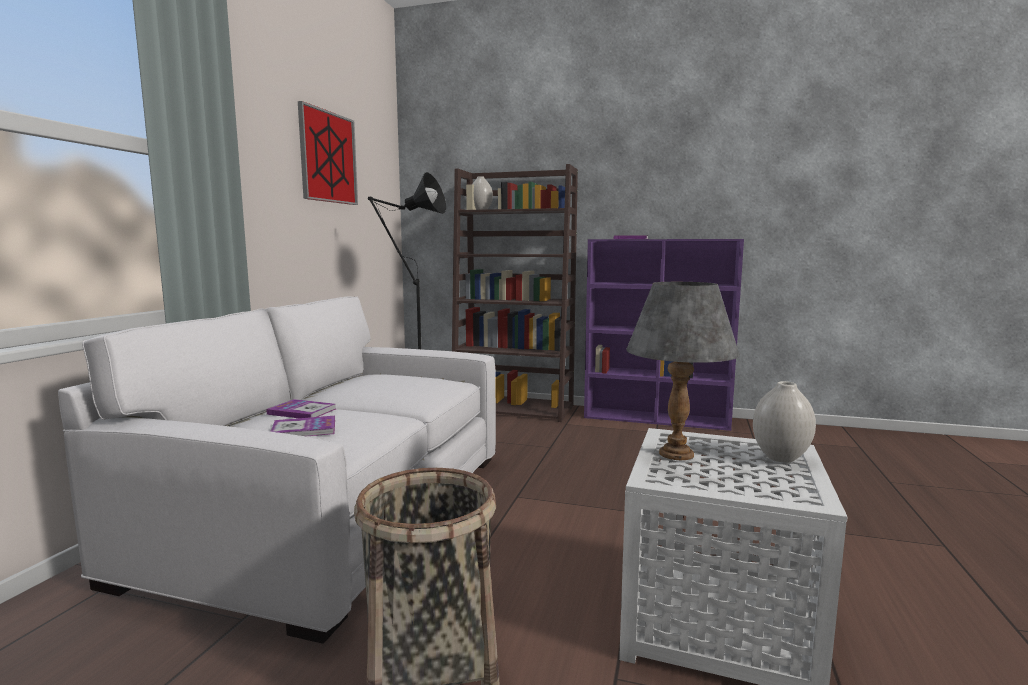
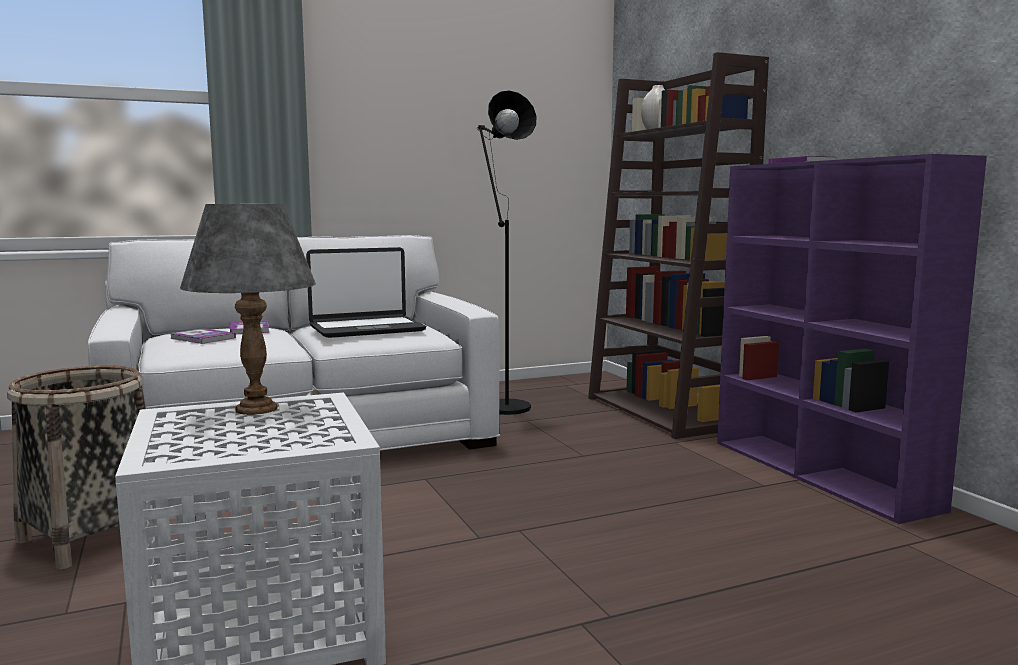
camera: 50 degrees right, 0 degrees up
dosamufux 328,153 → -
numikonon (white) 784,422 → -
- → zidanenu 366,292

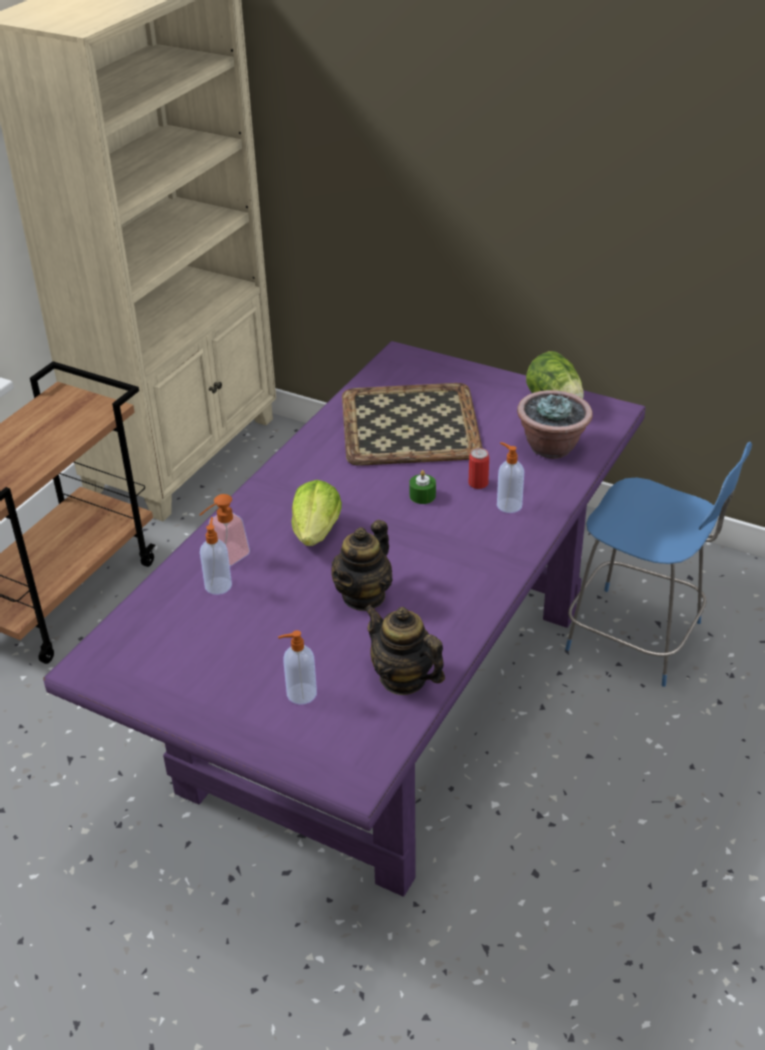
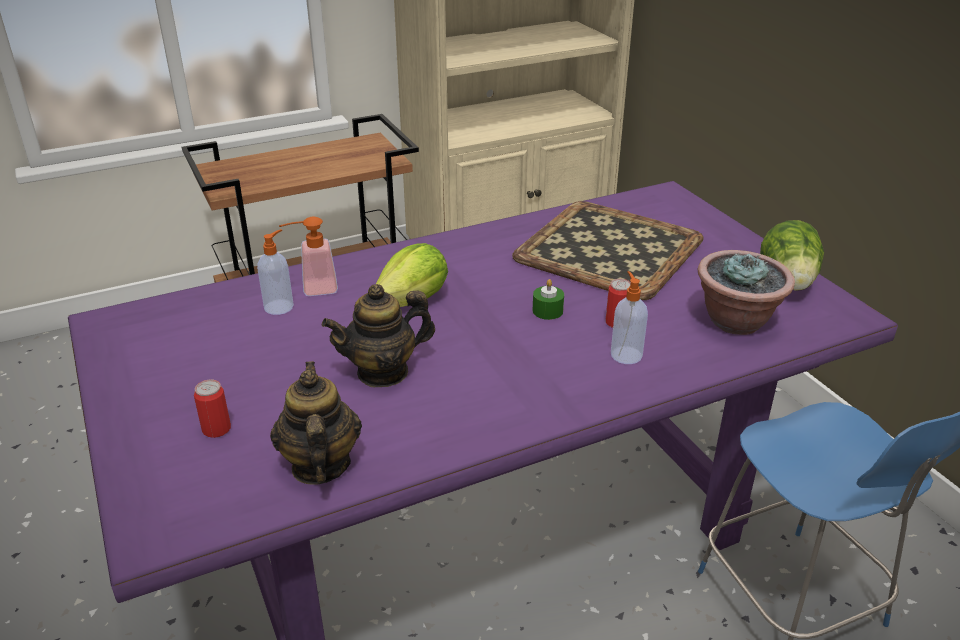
camera: 35 degrees right, 5 degrees down
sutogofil 297,667 → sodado 212,409

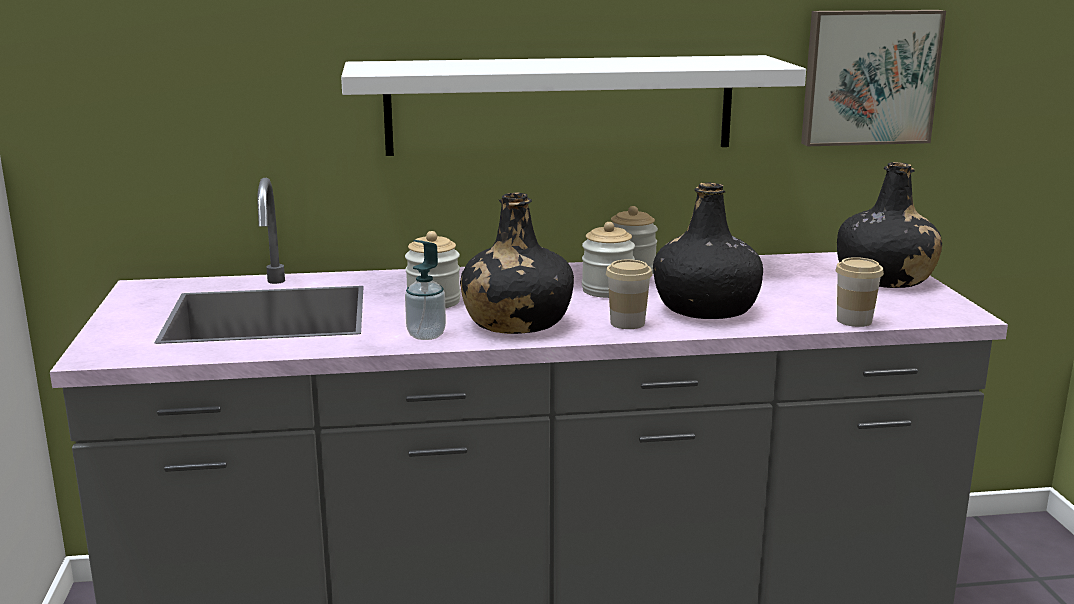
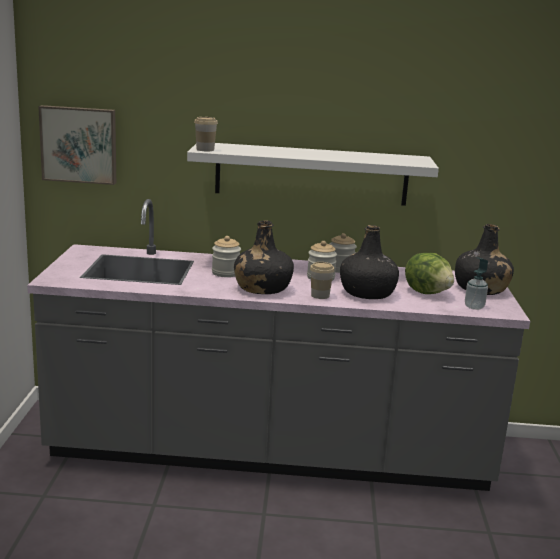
camera: 10 degrees right, 0 degrees up
- → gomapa 429,273
sutogofil 425,290 → sutogofil 476,283, move
dosamufux 873,78 → dosamufux 77,145, move
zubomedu 860,292 → zubomedu 206,134, move

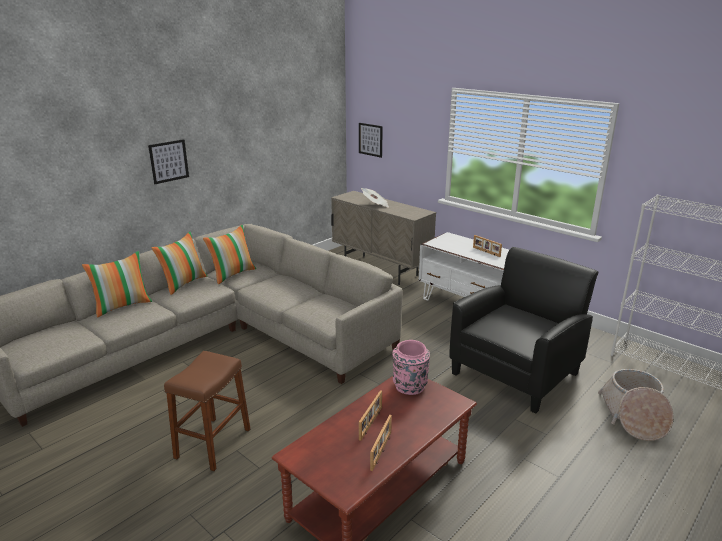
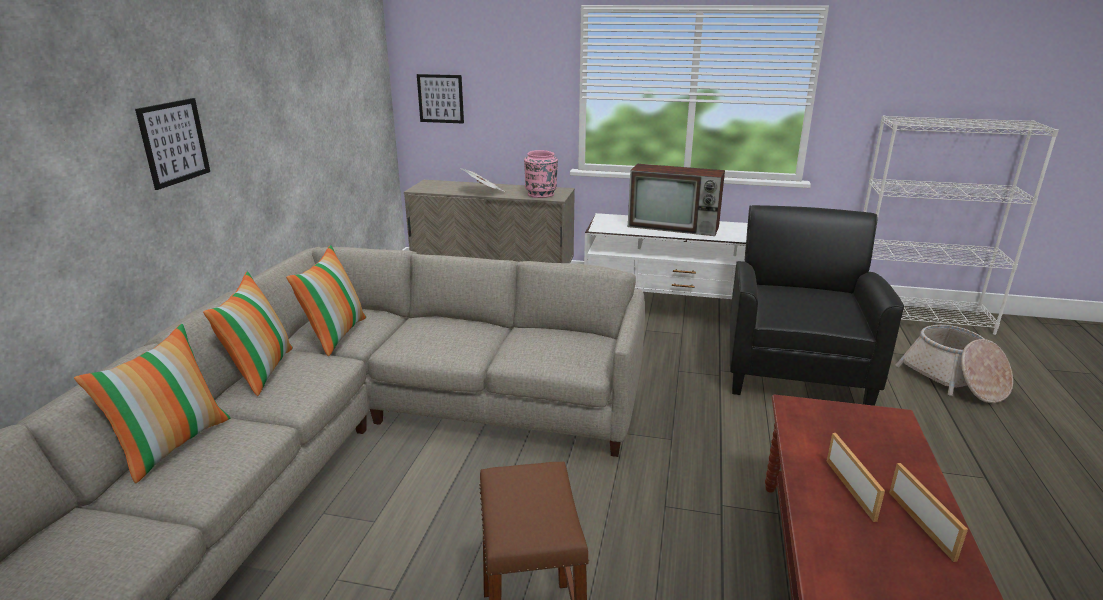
camera: 30 degrees left, 0 degrees up
numikonon (pink) 411,367 → numikonon (pink) 541,174, move
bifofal 487,246 → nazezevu 676,200

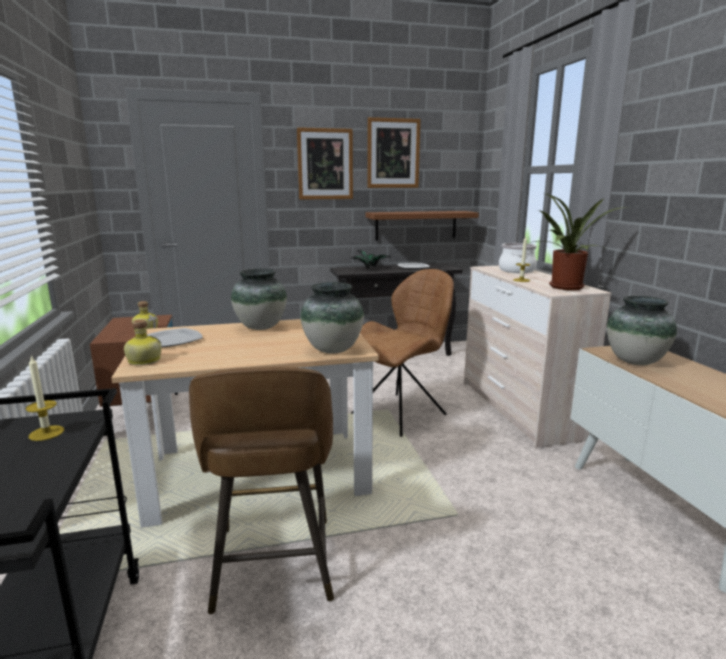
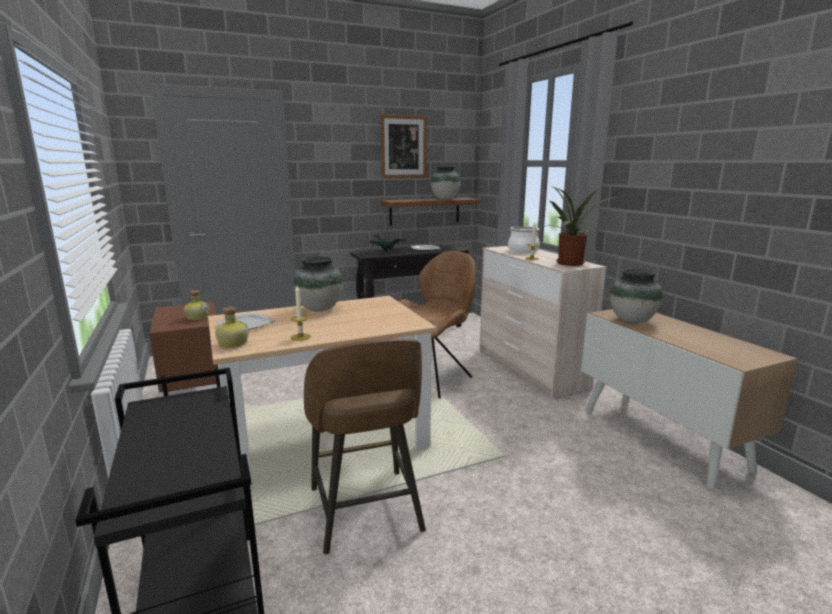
camera: 10 degrees left, 0 degrees up
dosamufux 325,163 → -
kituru 45,398 → kituru 301,313, move
numikonon 332,318 → numikonon 445,183, move

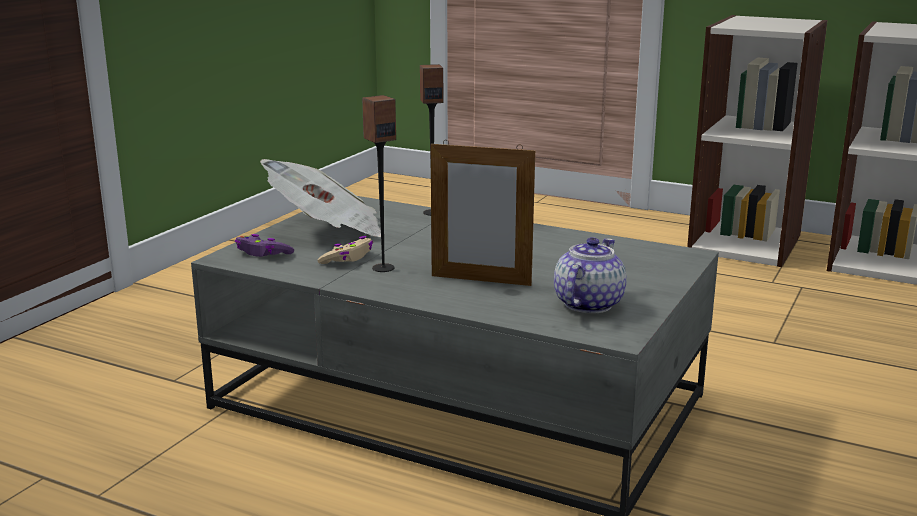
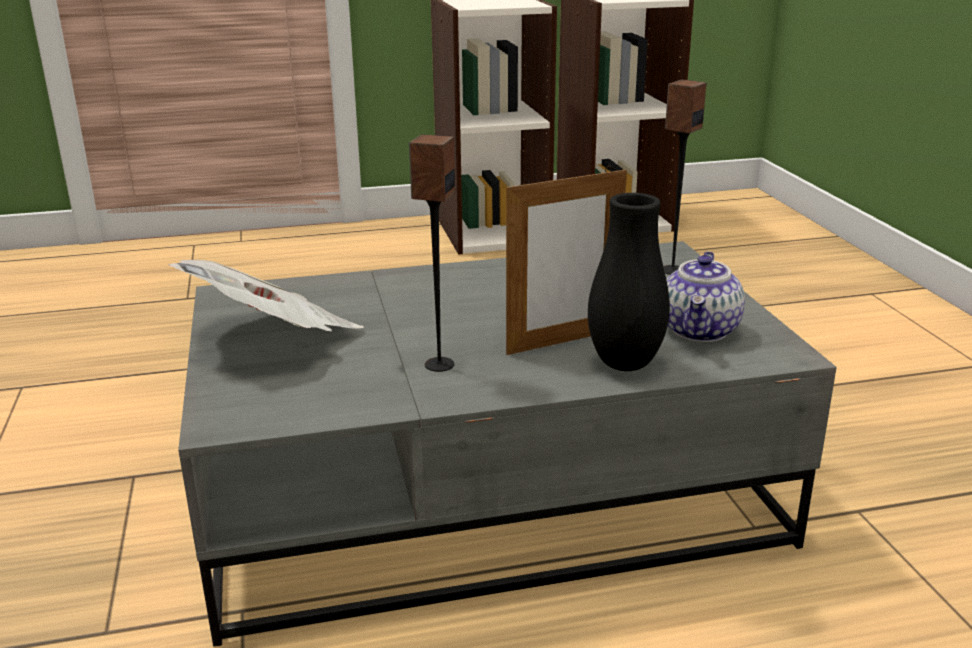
camera: 40 degrees left, 5 degrees up
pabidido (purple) 264,245 → -
pabidido (beige) 345,250 → -
- → numikonon (black) 629,282
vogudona 431,140 → vogudona 684,177, move
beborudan 590,275 → beborudan 705,296, 150 degrees counterclockwise

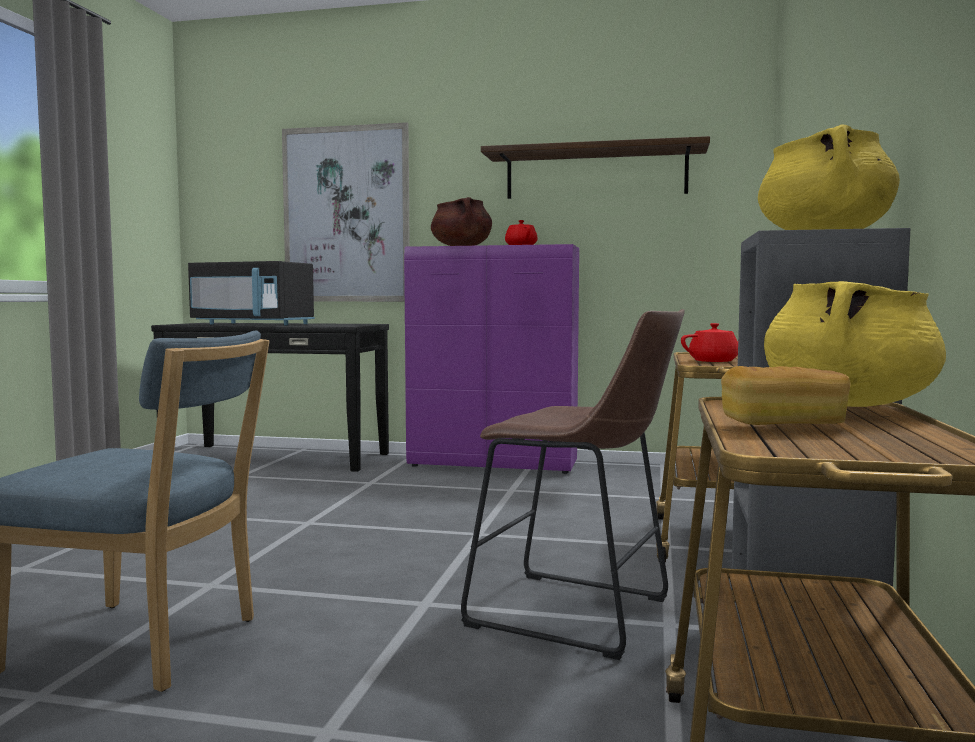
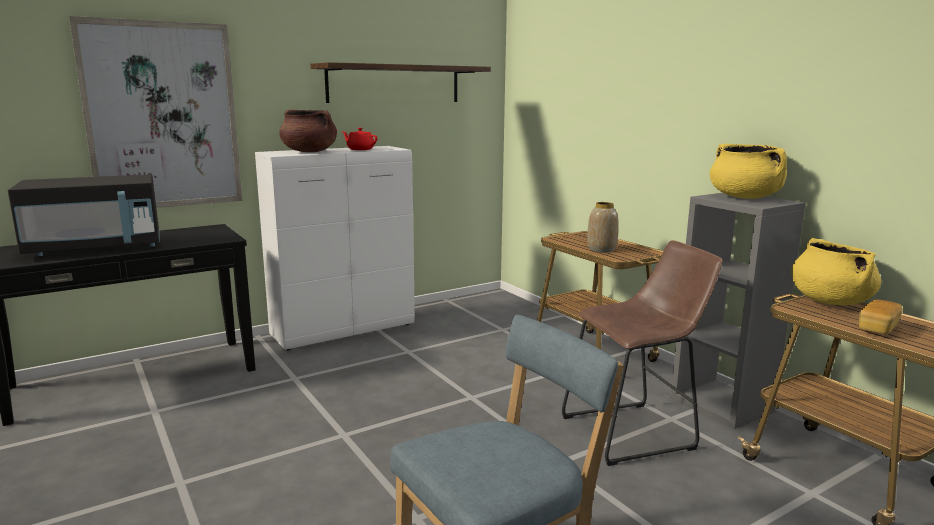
camera: 45 degrees left, 10 degrees up
beborudan (red) 709,342 → numikonon 603,227
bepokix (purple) 491,359 → bepokix (white) 335,248

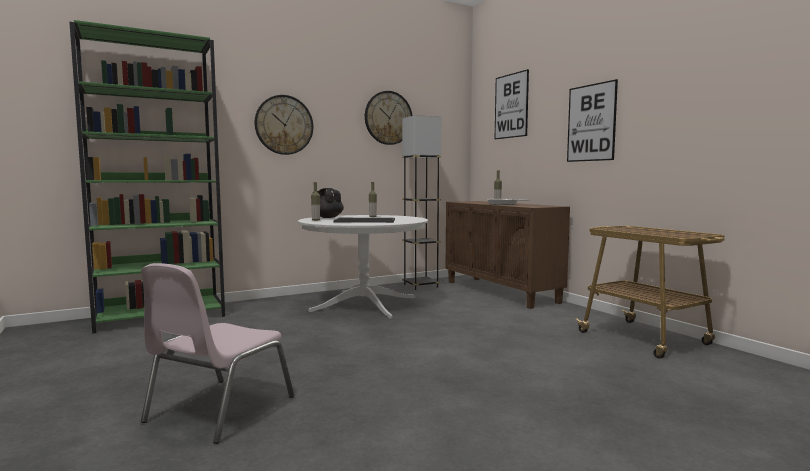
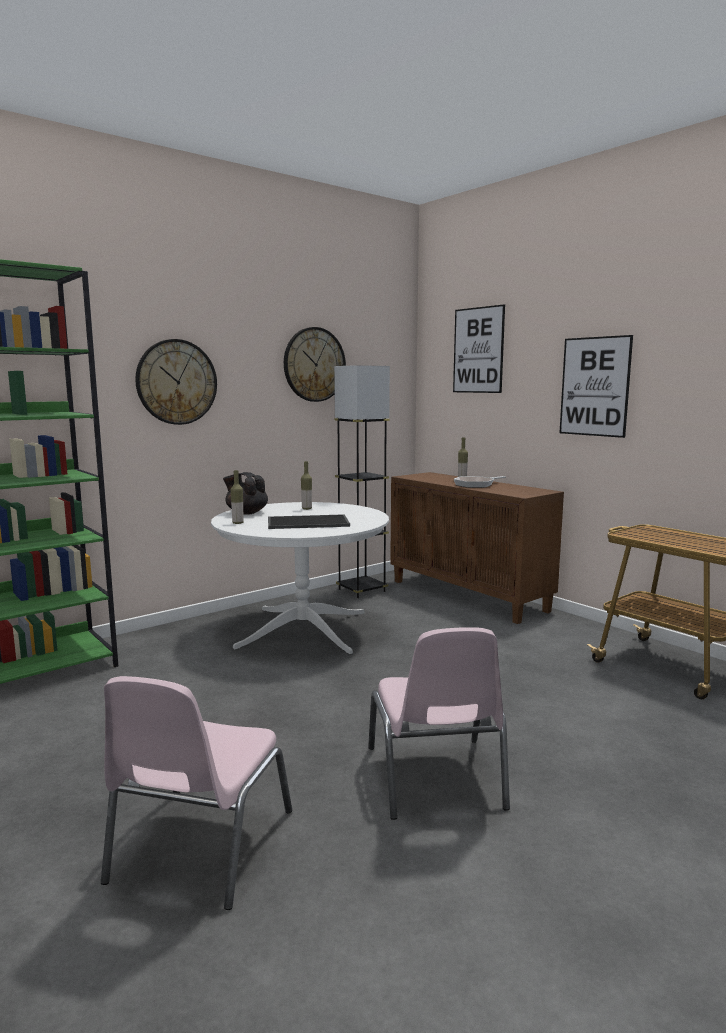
camera: 10 degrees left, 5 degrees up
- → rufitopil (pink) 439,723

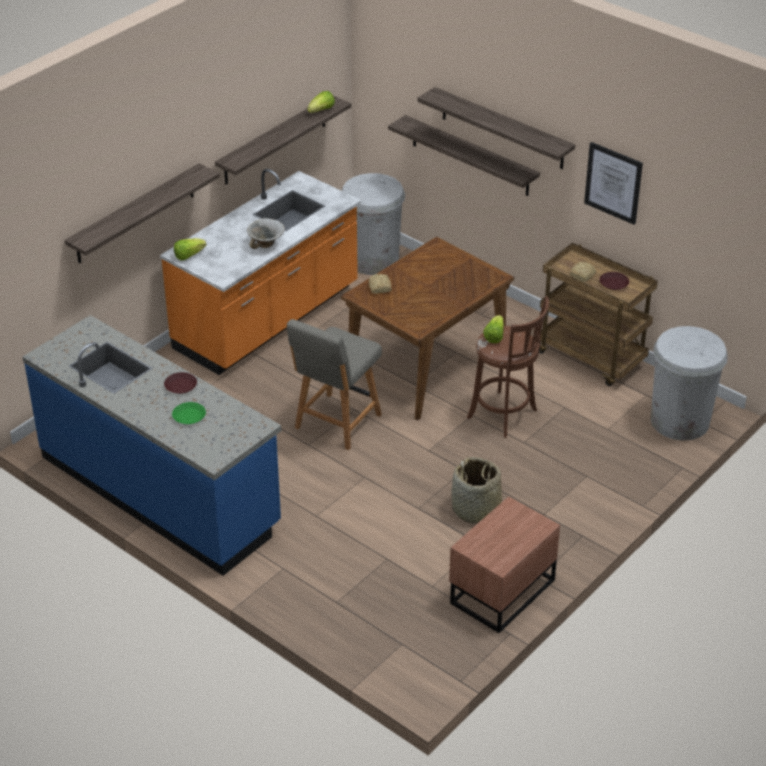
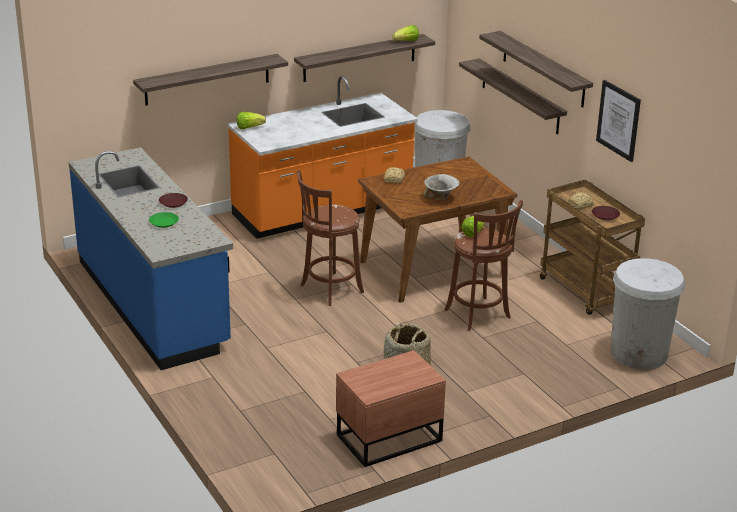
camera: 20 degrees right, 10 degrees down
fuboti 266,233 → fuboti 442,187, move
rufitopil (grey) 334,384 → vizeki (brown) 330,238

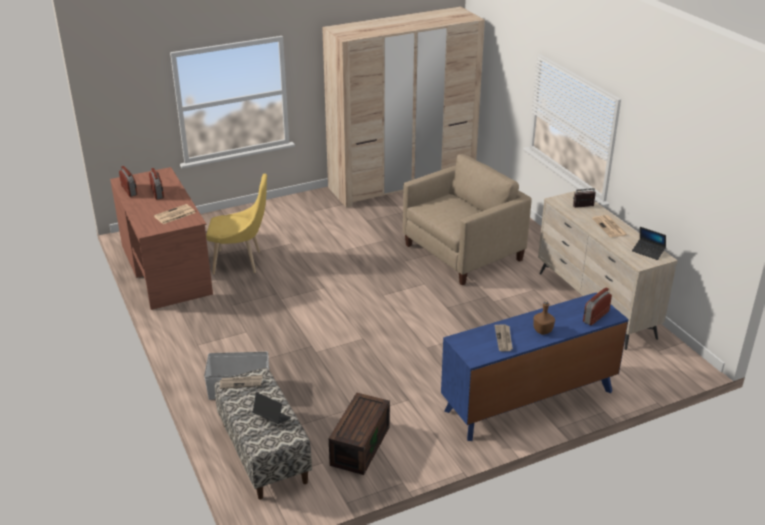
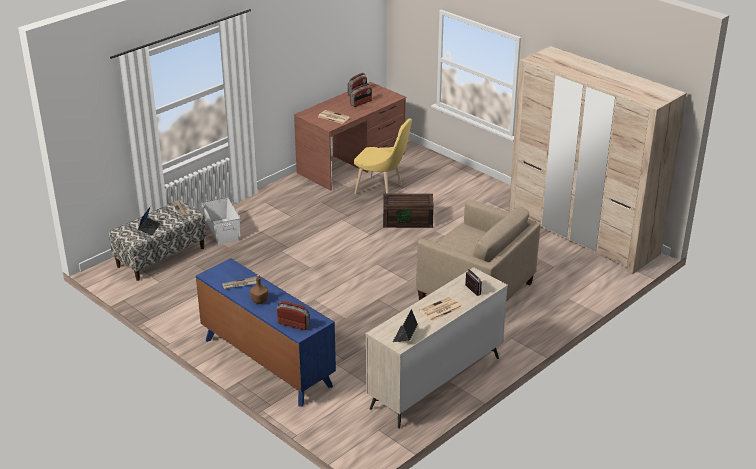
camera: 70 degrees right, 0 degrees up
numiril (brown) 359,434 → numiril (brown) 408,211, move
rufitopil (yellow) 236,224 → rufitopil (yellow) 383,156, 45 degrees counterclockwise

